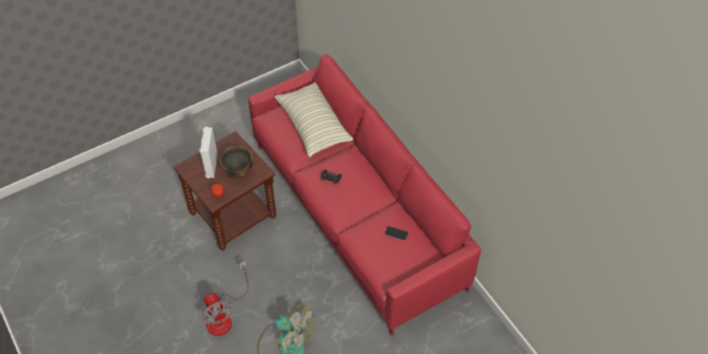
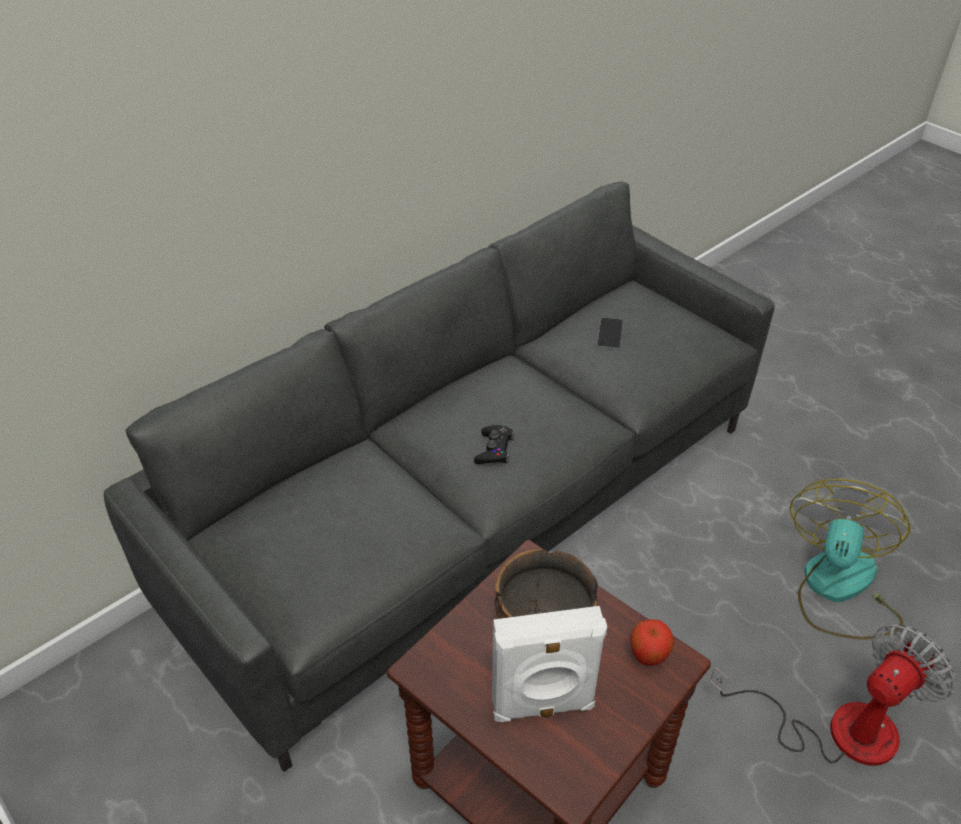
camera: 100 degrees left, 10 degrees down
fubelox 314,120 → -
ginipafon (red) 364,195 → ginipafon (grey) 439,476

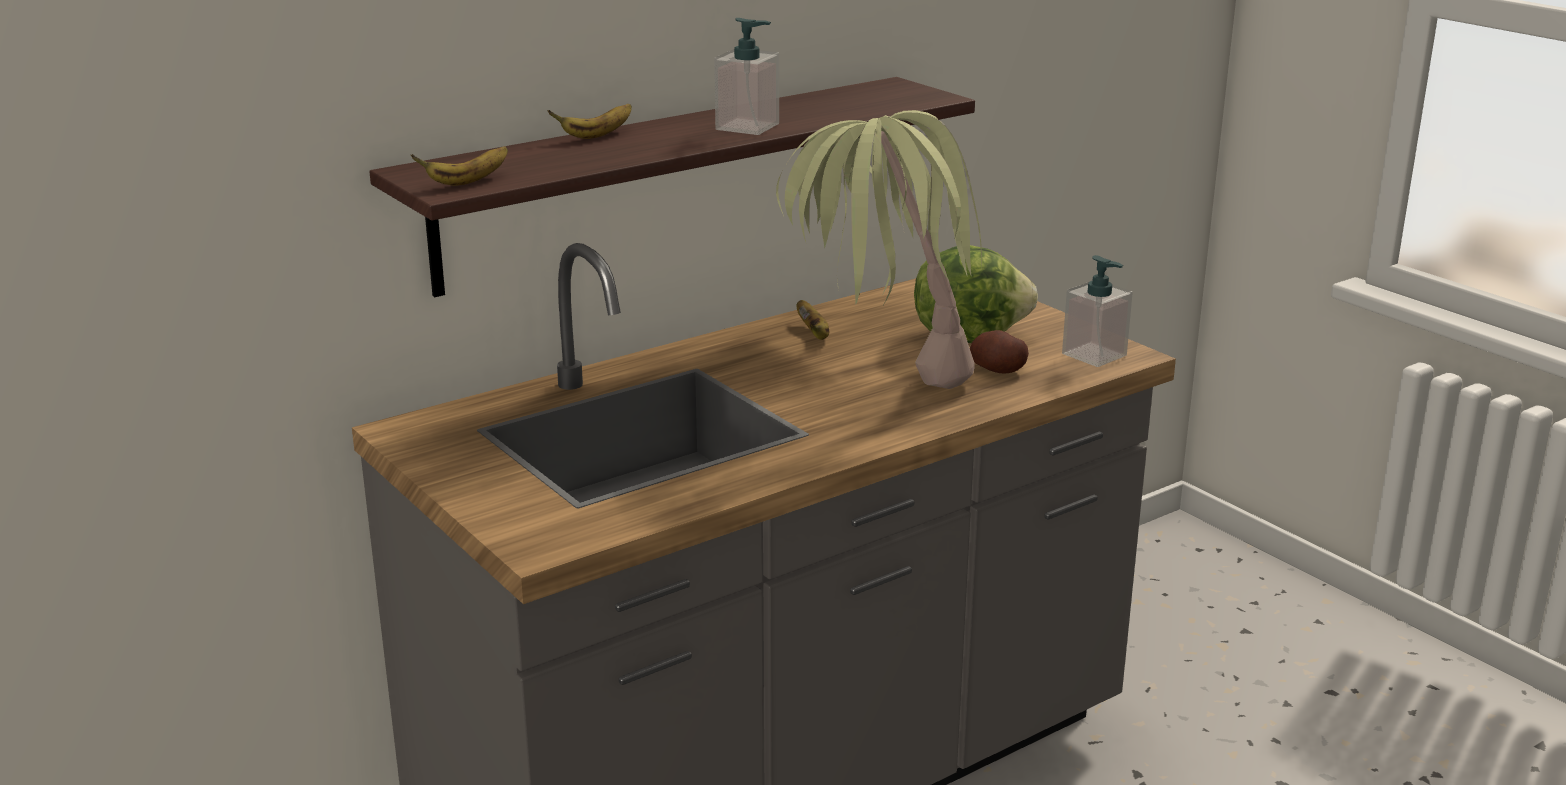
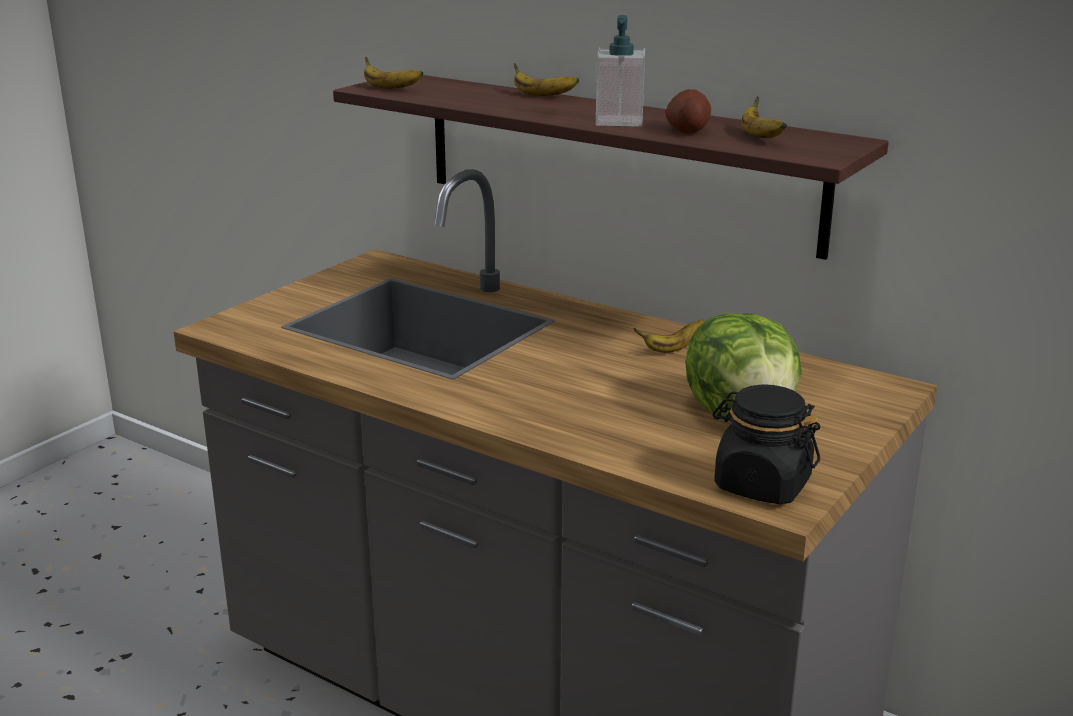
camera: 70 degrees right, 0 degrees up
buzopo 879,249 → -
- → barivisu 764,117
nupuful 999,352 → nupuful 688,111, move
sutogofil 1097,311 → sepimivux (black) 766,444

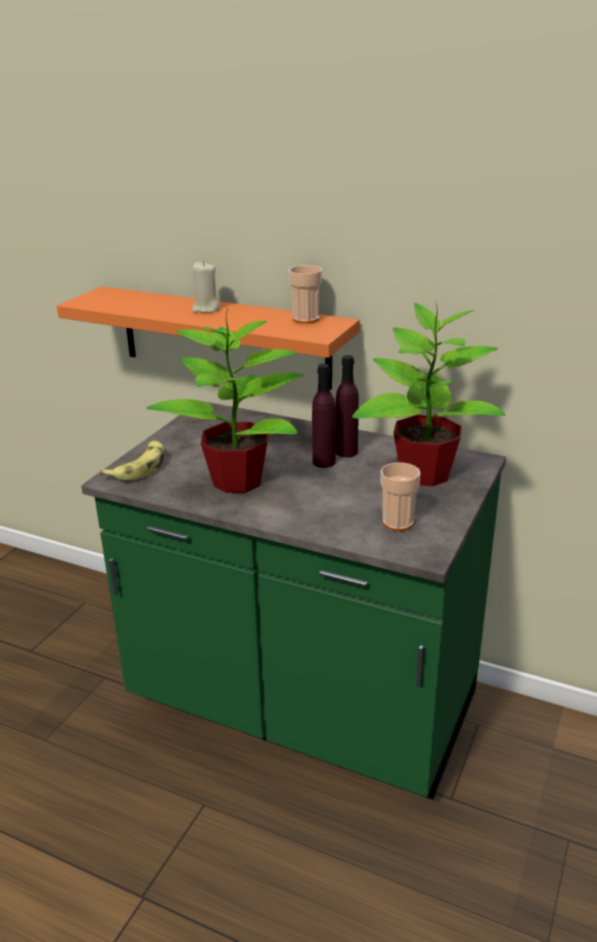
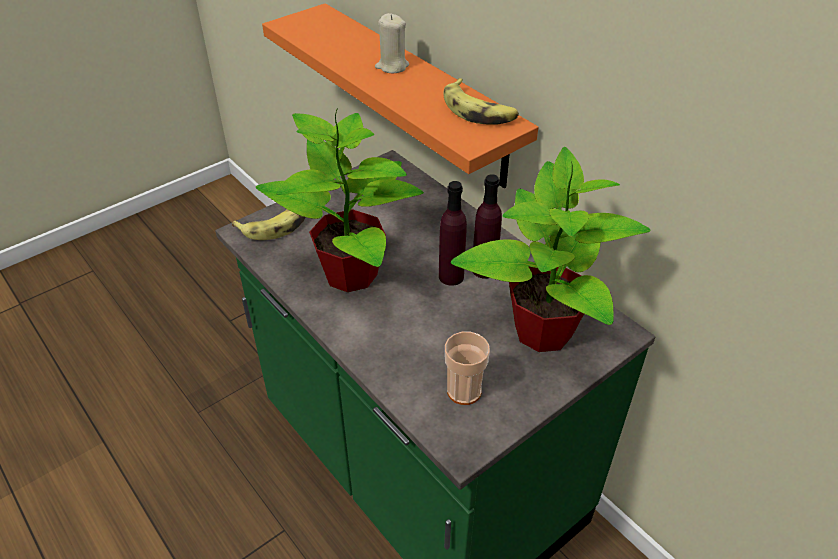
camera: 25 degrees right, 15 degrees up
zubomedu 305,294 → barivisu 481,101

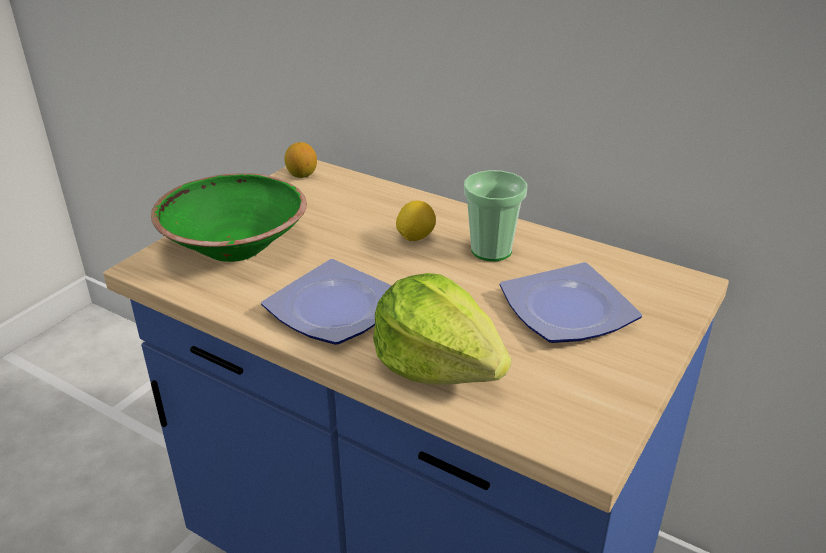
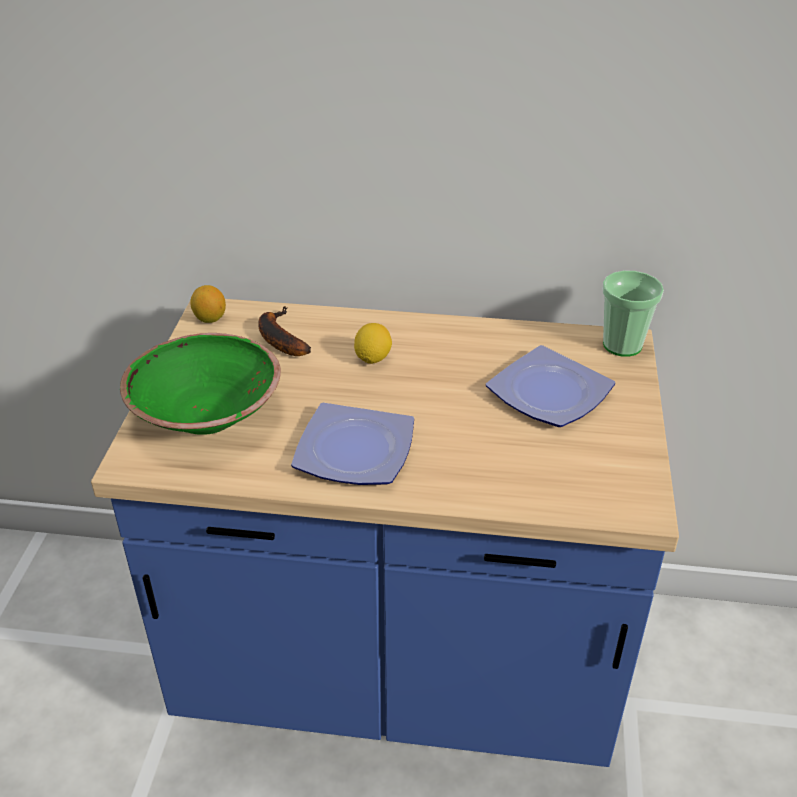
camera: 25 degrees left, 5 degrees up
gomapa 442,329 → -
- → barivisu 284,331
zubomedu 495,215 → zubomedu 633,314, move

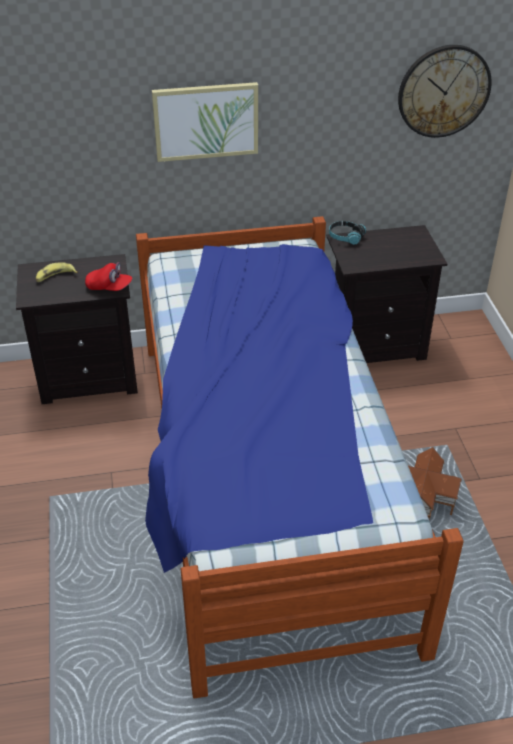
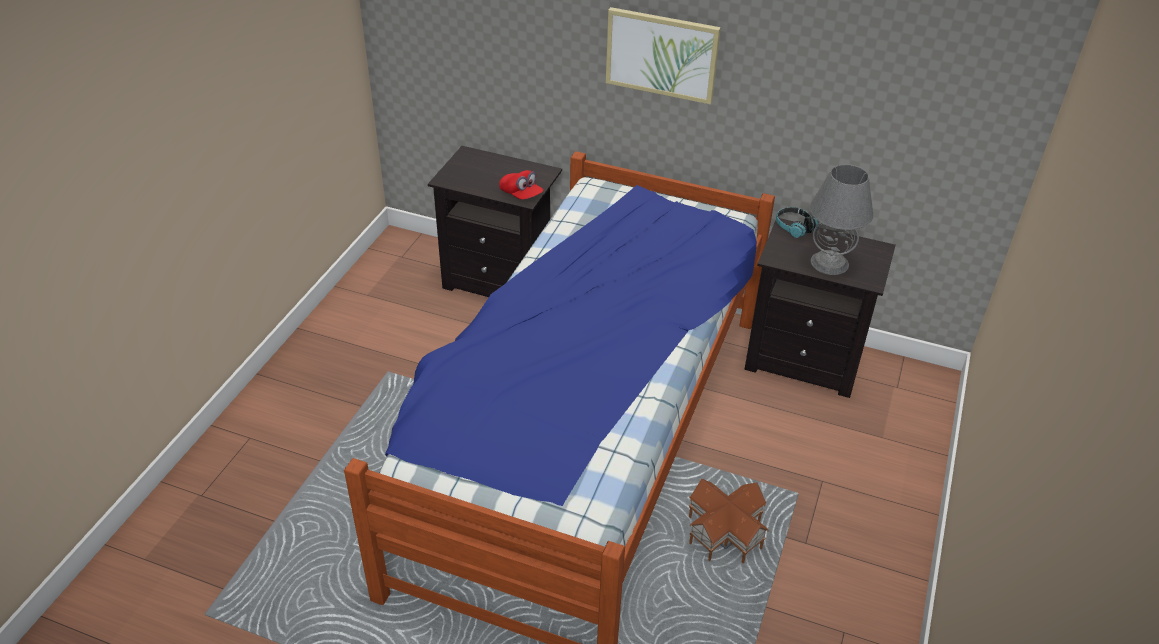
camera: 30 degrees right, 0 degrees up
barivisu 57,272 → -
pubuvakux 445,91 → -
- → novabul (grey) 841,219

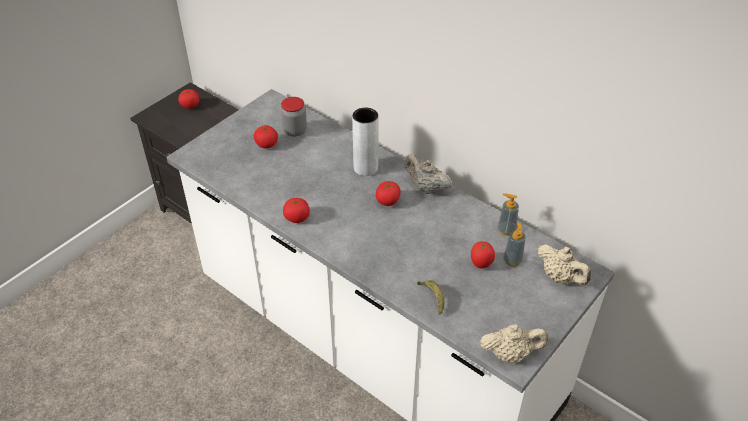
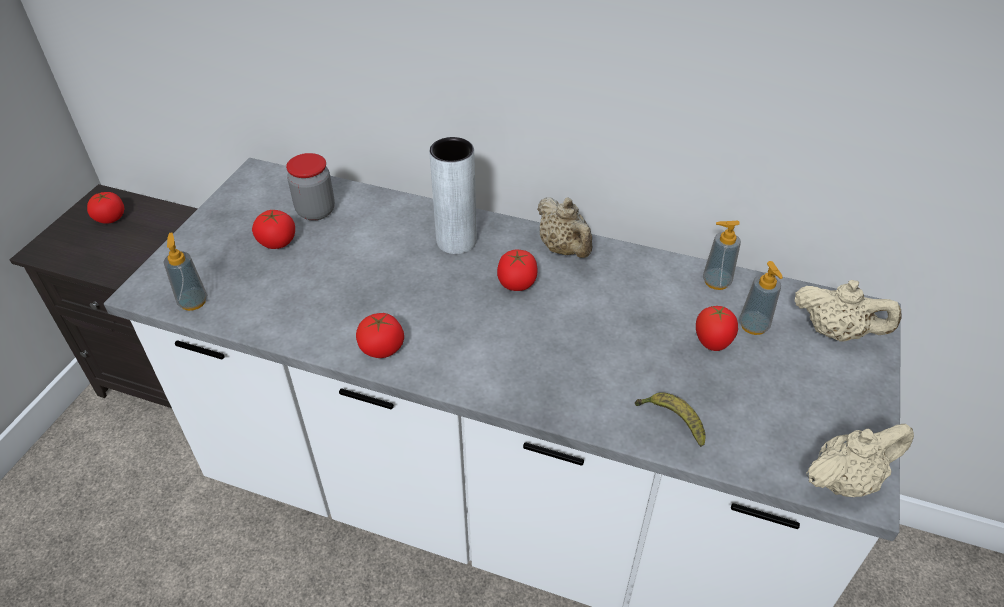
camera: 20 degrees left, 0 degrees up
- → sutogofil 185,272
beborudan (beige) 428,174 → beborudan (beige) 565,227, 135 degrees counterclockwise

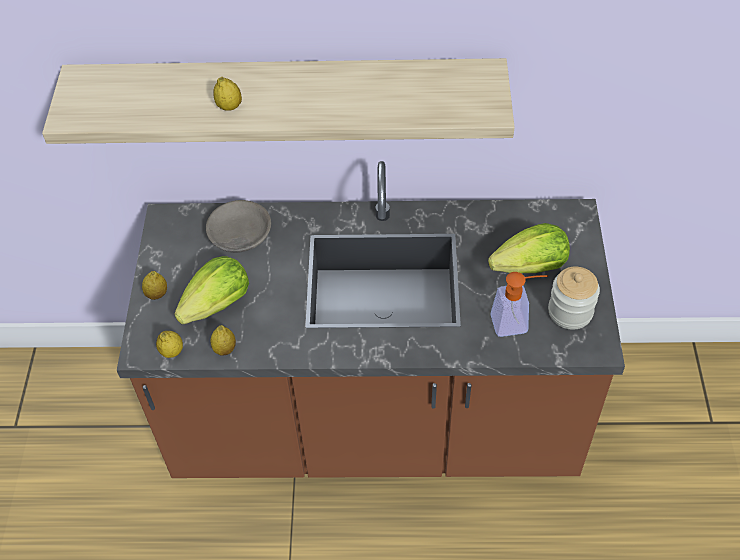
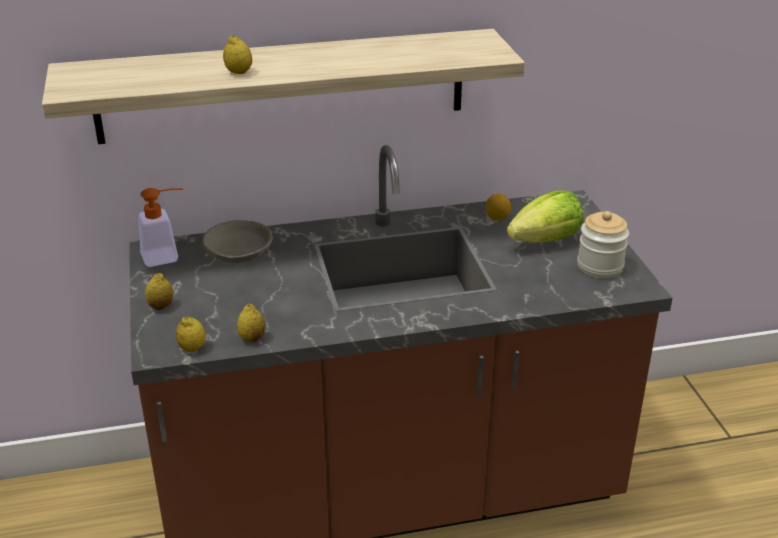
camera: 15 degrees left, 20 degrees down
gomapa 211,290 → -
- → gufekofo 498,207
sutogofil 519,304 → sutogofil 160,227, move

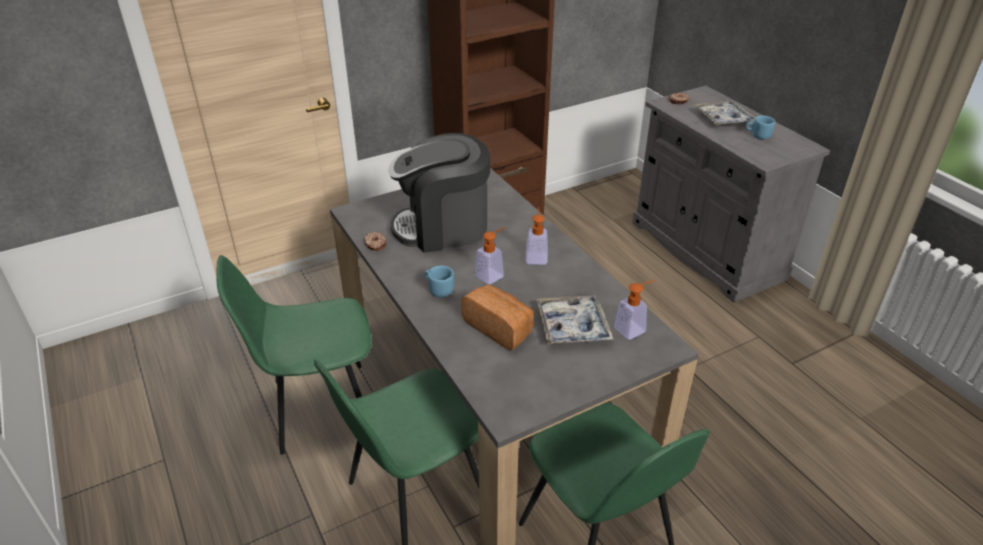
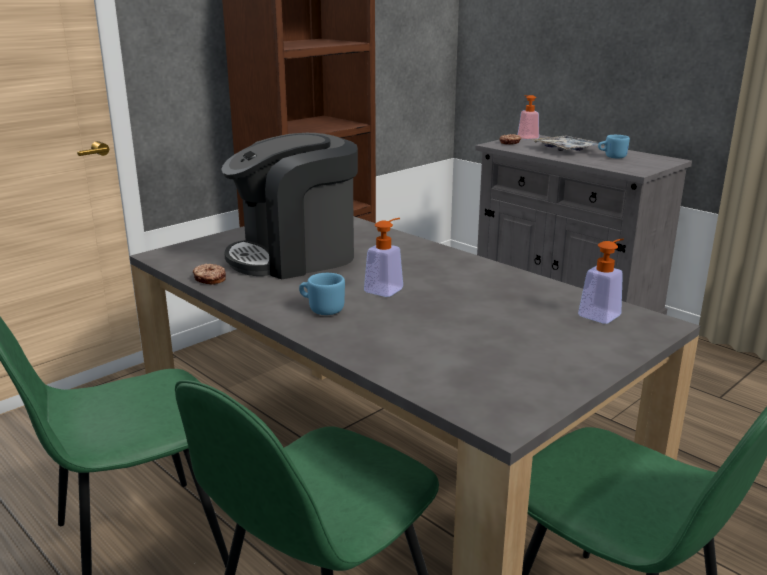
camera: 15 degrees left, 15 degrees down
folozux 497,317 → -
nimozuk 575,320 → -
sutogofil 536,236 → sutogofil 528,117, move

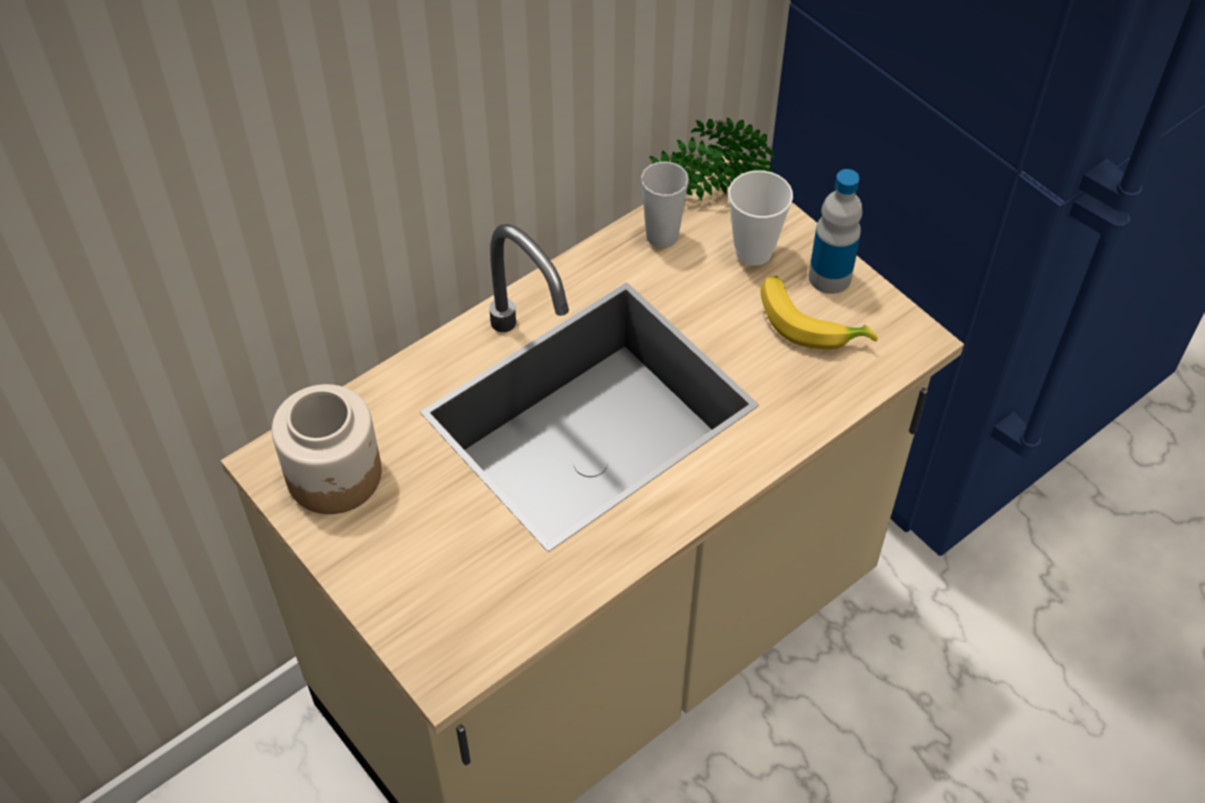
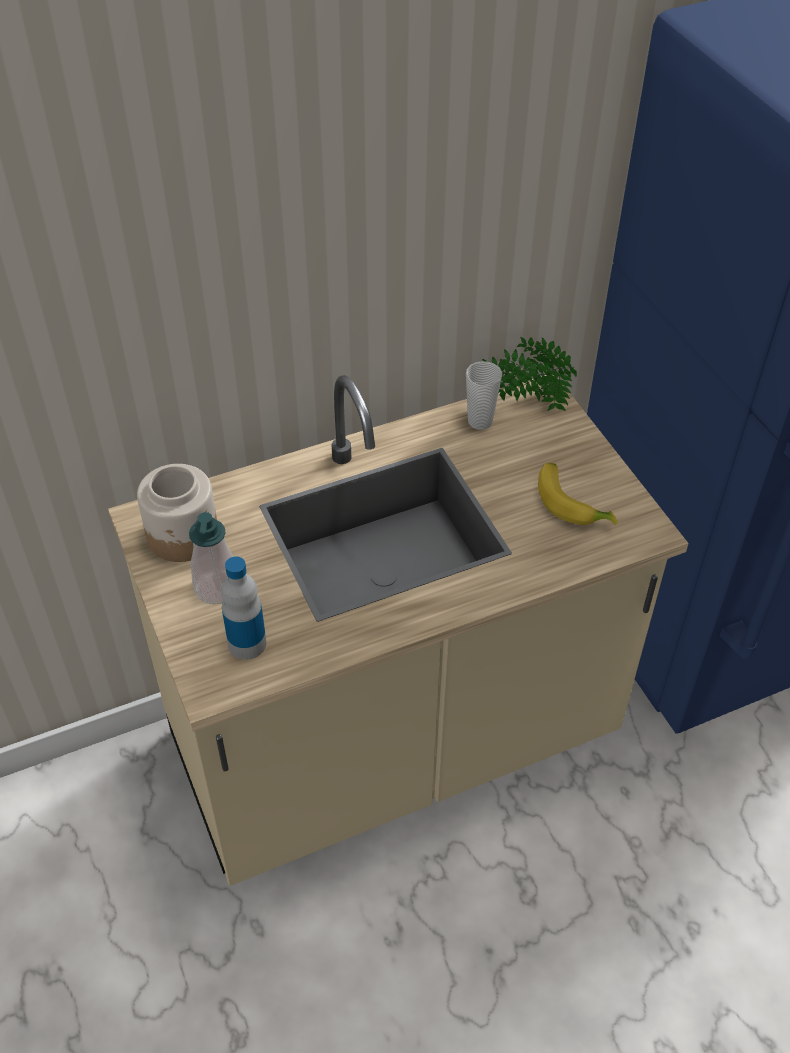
camera: 15 degrees right, 5 degrees down
zubomedu 760,217 → -
- → sutogofil 211,558
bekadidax 835,231 → bekadidax 243,608, move

